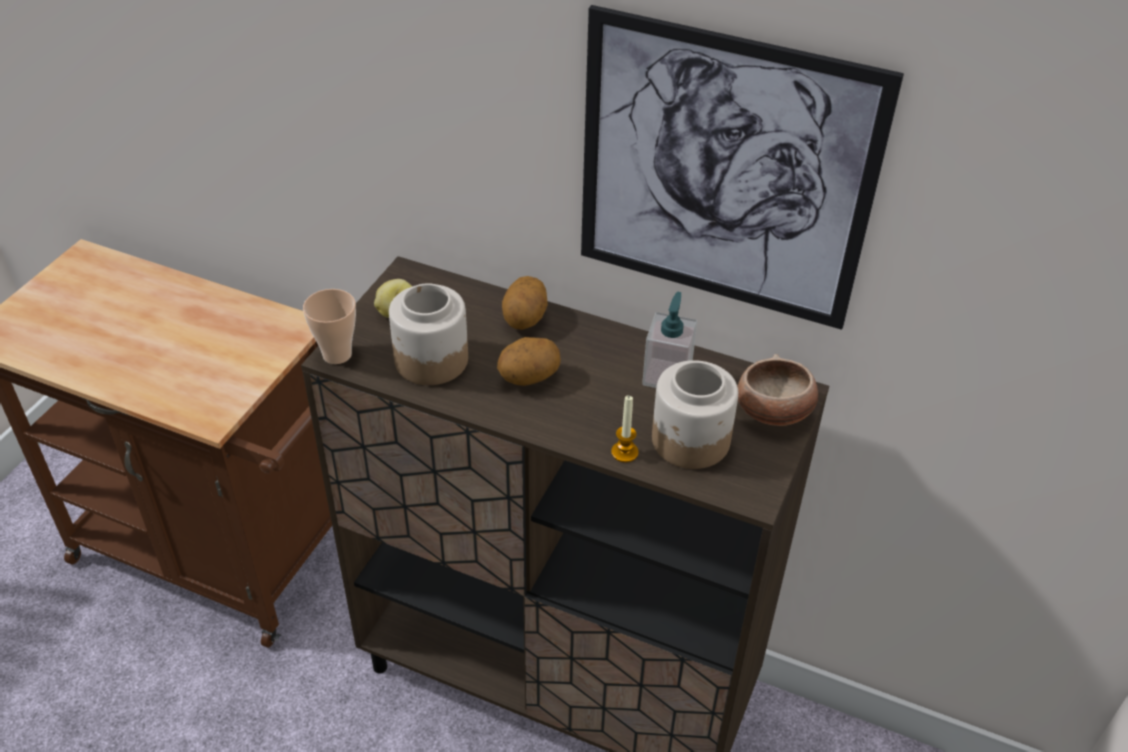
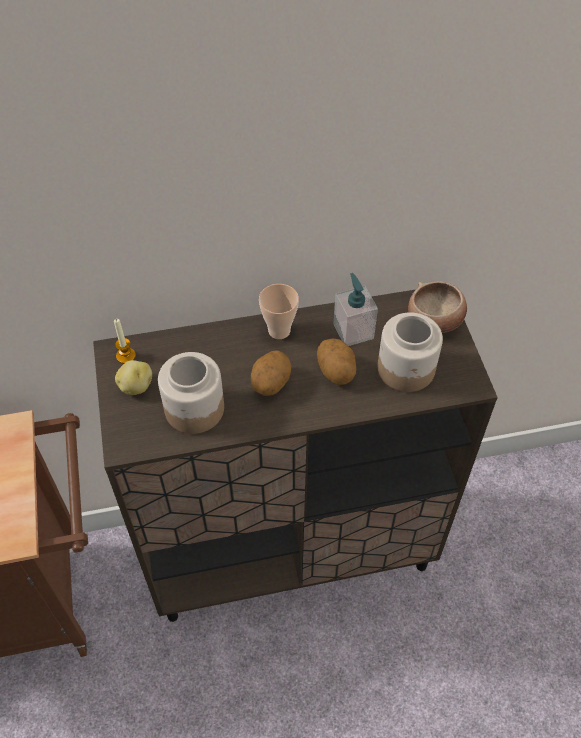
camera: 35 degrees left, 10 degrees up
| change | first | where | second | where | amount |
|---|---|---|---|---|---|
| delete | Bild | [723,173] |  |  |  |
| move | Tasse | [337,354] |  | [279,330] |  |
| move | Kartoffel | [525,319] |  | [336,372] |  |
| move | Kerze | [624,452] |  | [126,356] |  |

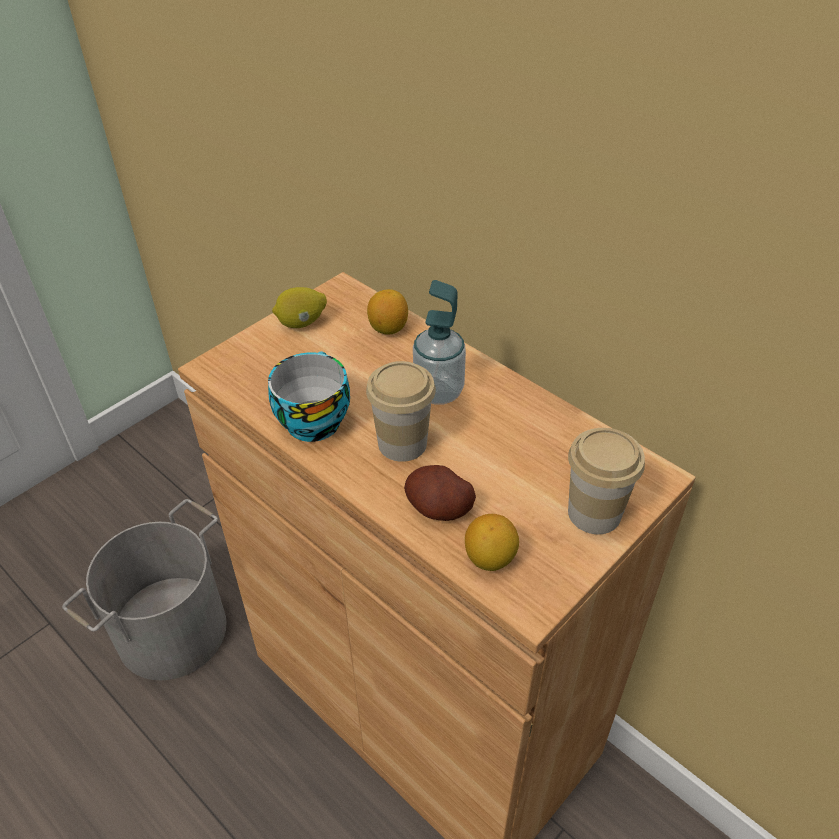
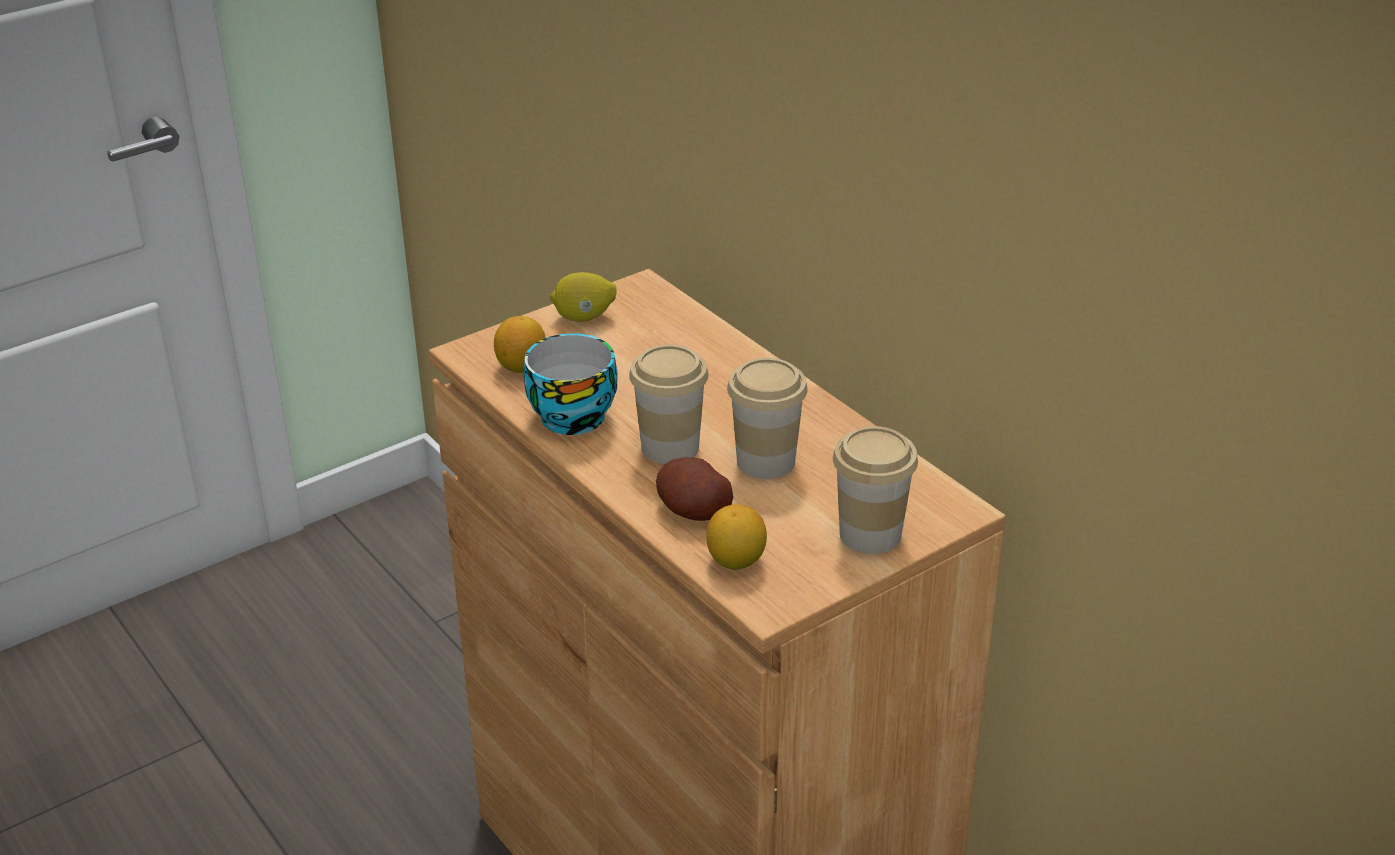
camera: 10 degrees right, 10 degrees down
| change | first | where | second | where | amount |
|---|---|---|---|---|---|
| delete | Eimer [grau] | [170,630] |  |  |  |
| delete | Seifenspender | [438,392] |  |  |  |
| insert |  |  | Tasse | [765,461] |  |
| move | Zitrone | [388,328] |  | [521,366] |  |

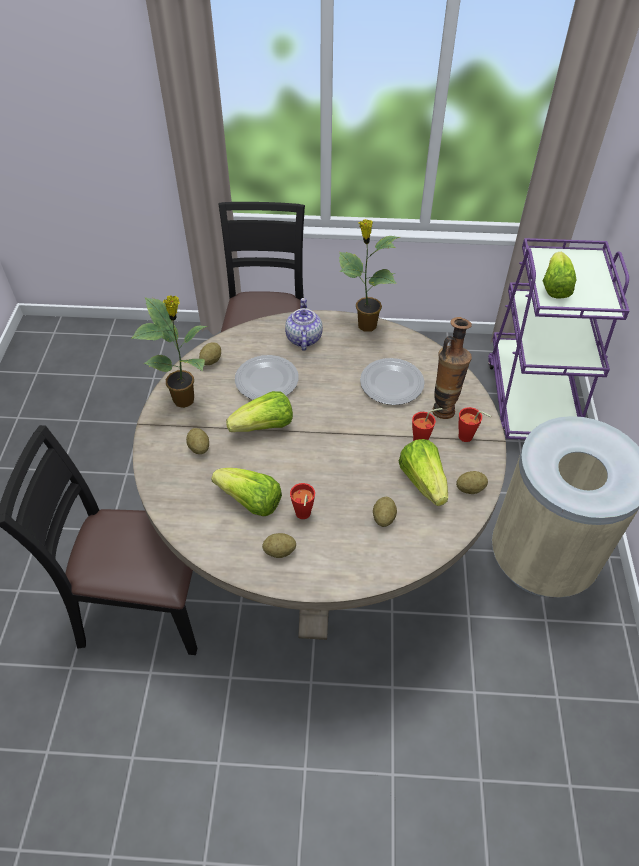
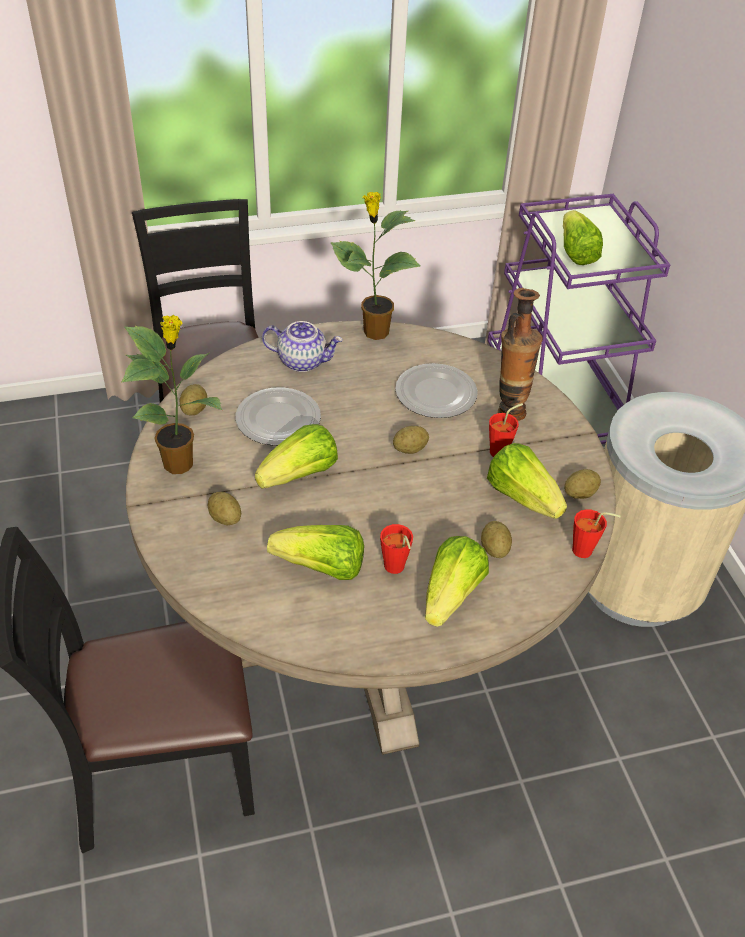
camera: 20 degrees left, 5 degrees down
| change | first | where | second | where | amount |
|---|---|---|---|---|---|
| insert |  |  | Salatkopf | [451,595] |  |
| move | Kartoffel | [279,551] |  | [410,449] |  |
| move | Tasse [rot] | [468,438] |  | [586,551] |  |
| rotate | Teekanne | [303,338] |  | [303,361] | 120 degrees clockwise |

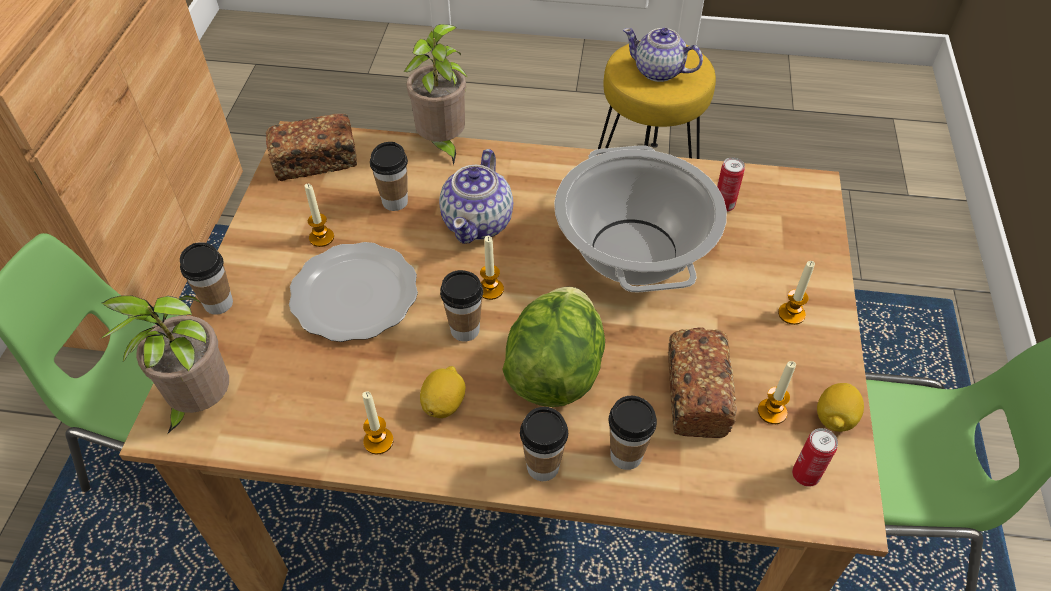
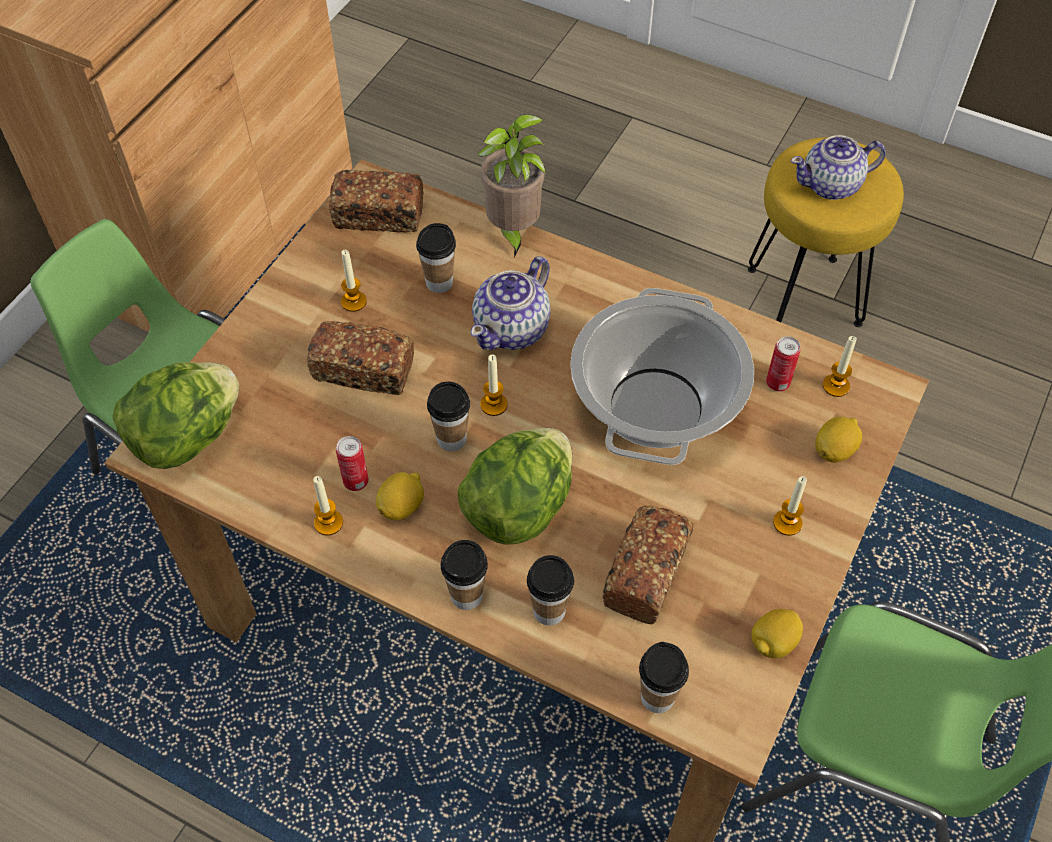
camera: 20 degrees right, 5 degrees up
| change | first | where | second | where | amount |
|---|---|---|---|---|---|
| insert |  |  | Zitrone | [834,450] |  |
| move | Tasse | [218,303] |  | [657,697] |  |
| move | Kerze | [772,412] |  | [836,386] |  |
| move | Dose | [805,475] |  | [356,481] |  |
| replace | Topfpflanze | [200,404] | Salatkopf | [186,437] |  |
| replace | Teller | [356,293] | Brot | [364,370] |  |
| rotate | Teekanne | [659,72] |  | [831,185] | 60 degrees counterclockwise |

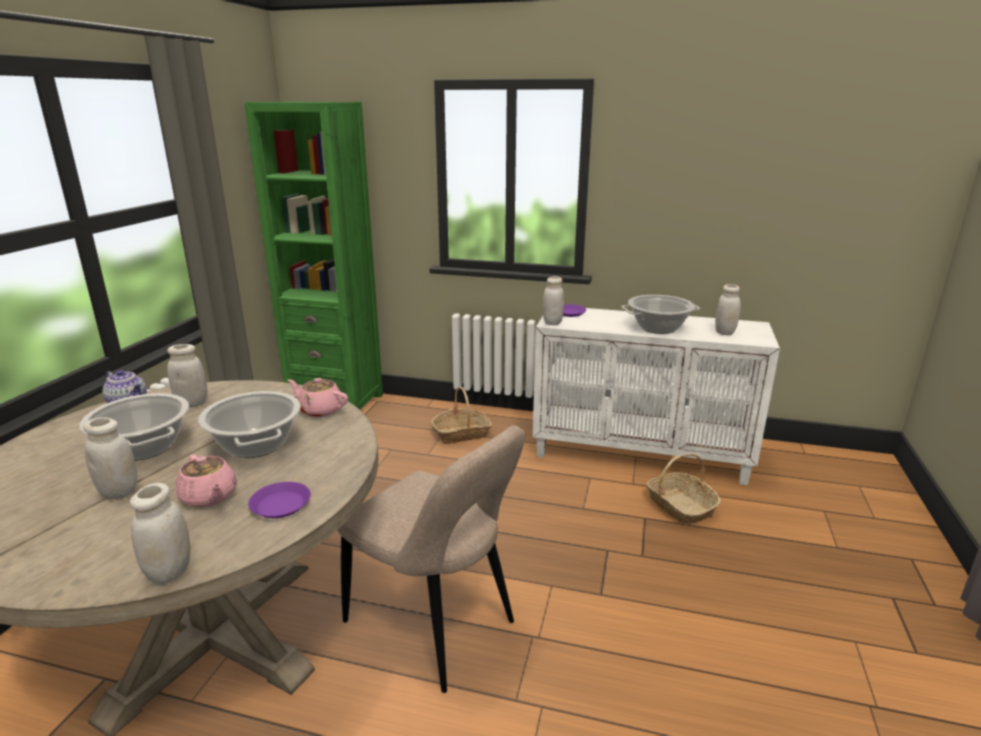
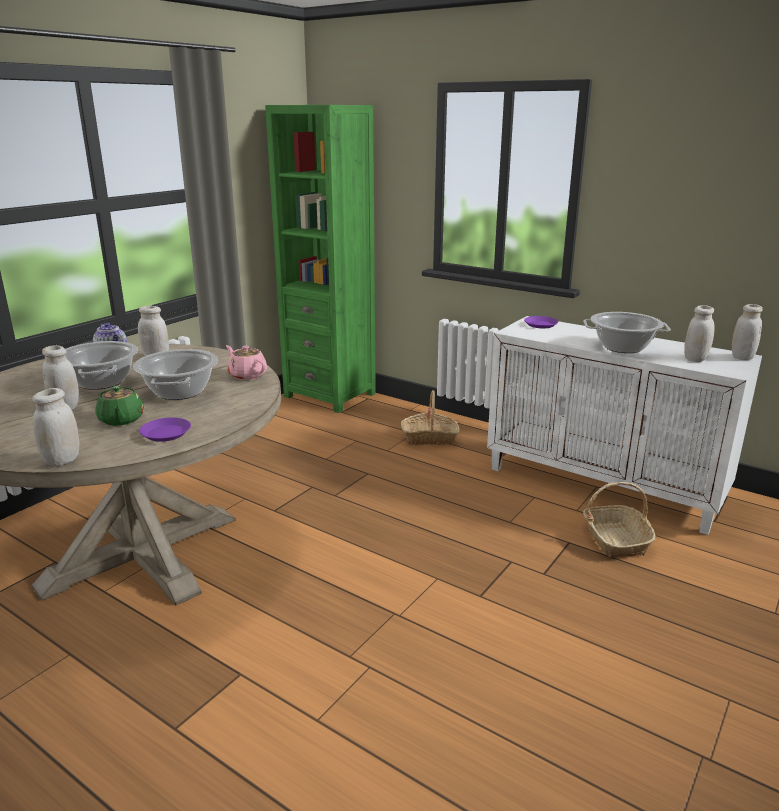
camera: 20 degrees right, 0 degrees up
| change | first | where | second | where | amount |
|---|---|---|---|---|---|
| delete | Stuhl [beige] | [435,626] |  |  |  |
| move | Vorratsglas [weiß] | [552,322] |  | [742,357] |  |
| recolor | Teekanne [rosa] | [209,497] | Teekanne [grün] | [121,420] |  |

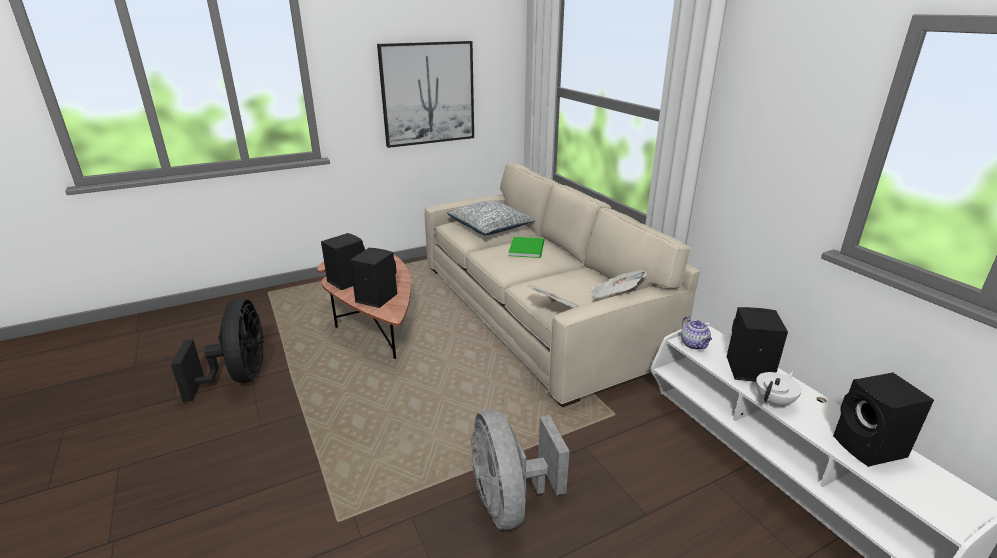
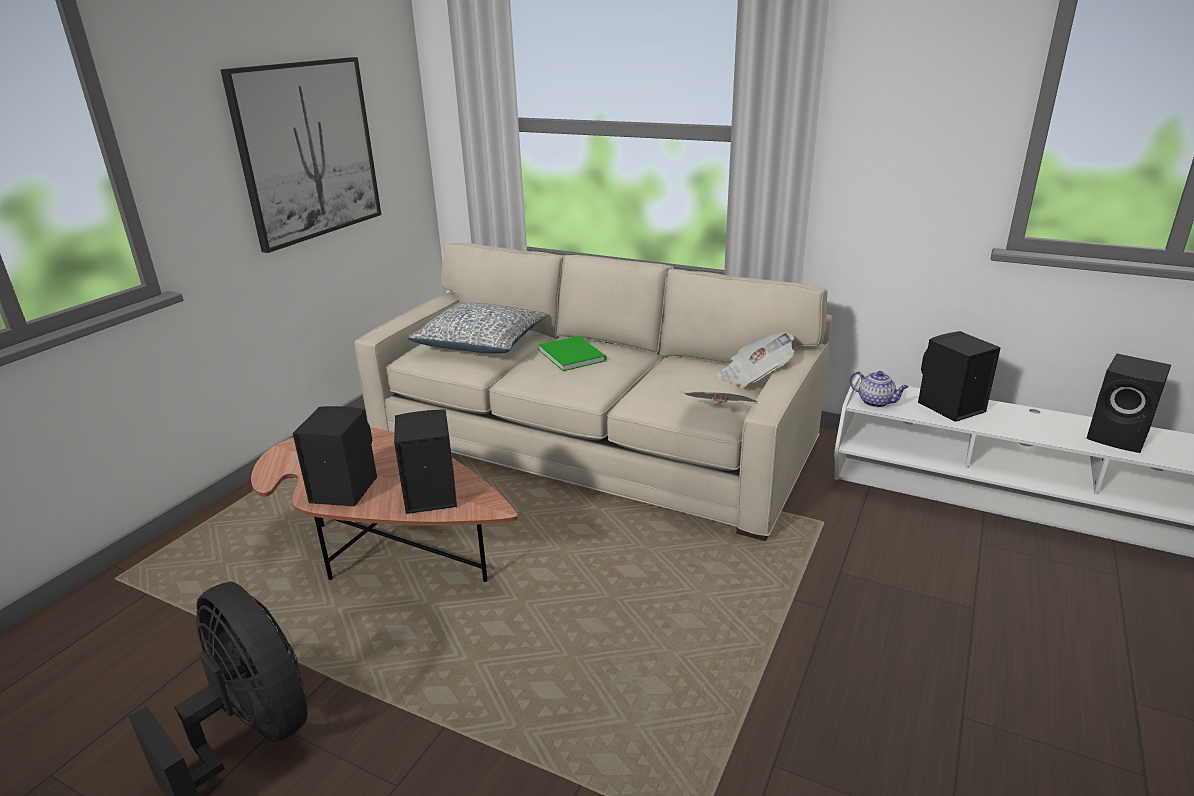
camera: 35 degrees left, 0 degrees up
| change | first | where | second | where | amount |
|---|---|---|---|---|---|
| delete | Ventilator [grau] | [510,501] |  |  |  |
| delete | Teekanne [weiß] | [774,401] |  |  |  |

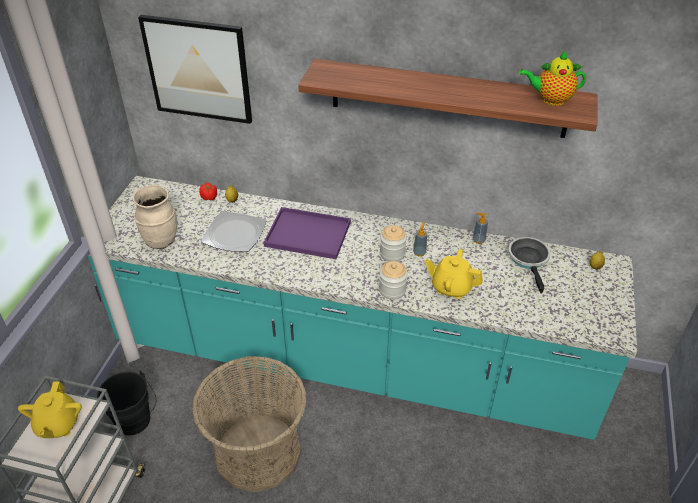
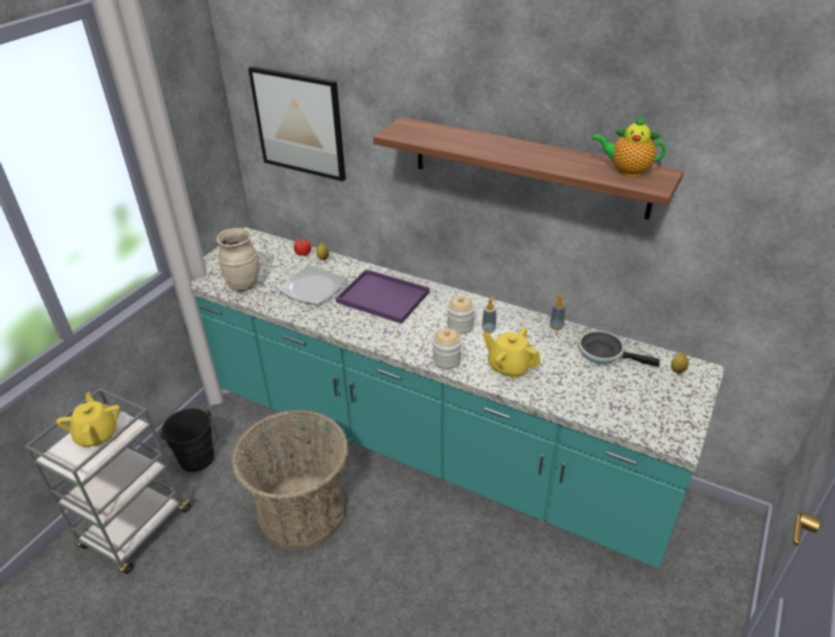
camera: 15 degrees right, 5 degrees down
| change | first | where | second | where | amount |
|---|---|---|---|---|---|
| rotate | Teekanne [gelb] | [58,424] |  | [97,435] | 150 degrees clockwise |
| rotate | Pfanne | [529,260] |  | [604,353] | 75 degrees counterclockwise |

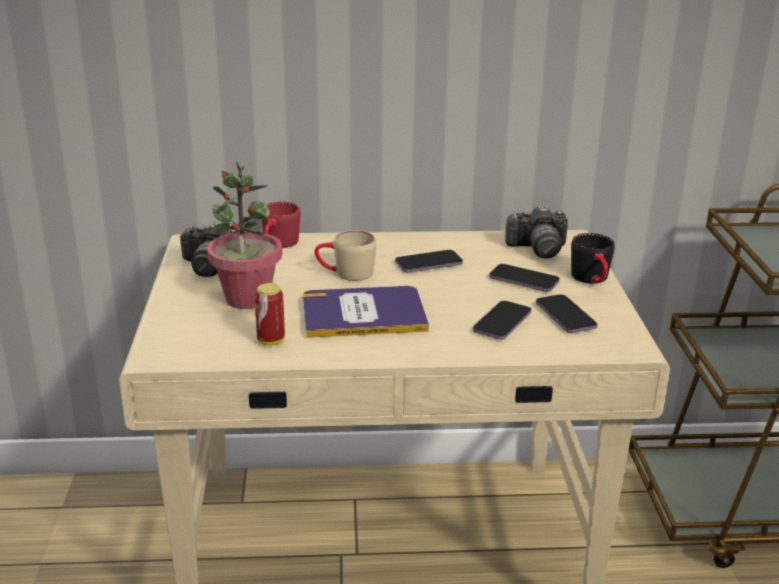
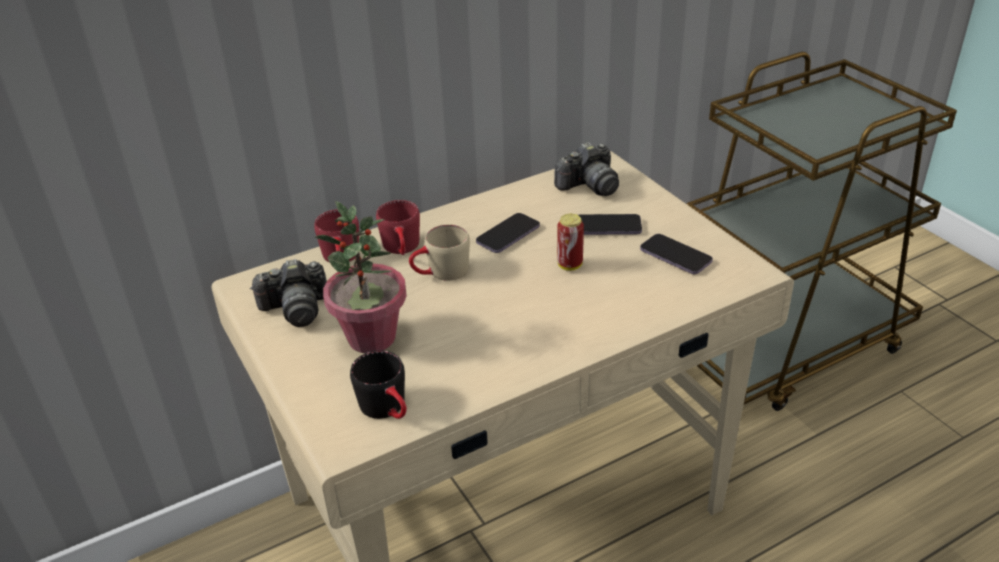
camera: 25 degrees left, 10 degrees up
| change | first | where | second | where | amount |
|---|---|---|---|---|---|
| delete | Buch | [363,313] |  |  |  |
| delete | Handy | [502,322] |  |  |  |
| insert |  |  | Henkelbecher [rot] | [402,249] |  |
| move | Dose | [271,341] |  | [570,265] |  |
| move | Henkelbecher [schwarz] | [593,280] |  | [388,409] |  |

